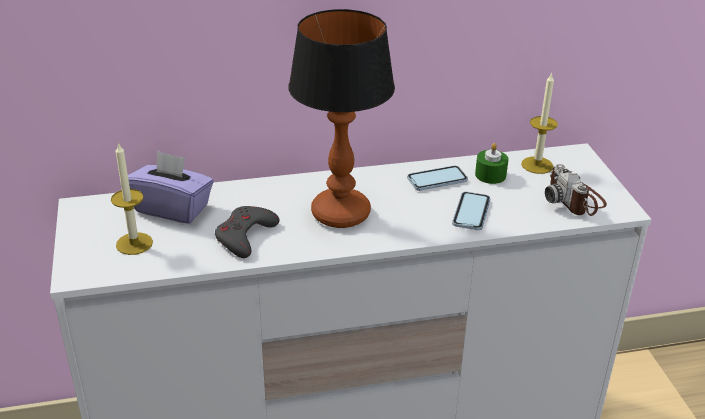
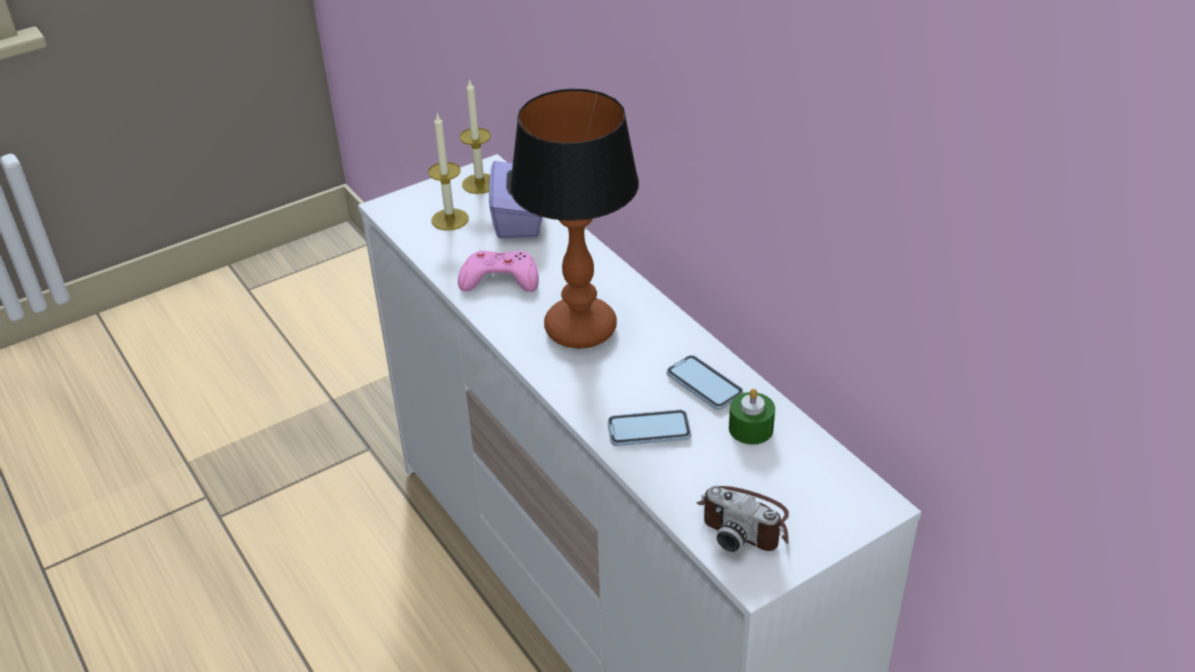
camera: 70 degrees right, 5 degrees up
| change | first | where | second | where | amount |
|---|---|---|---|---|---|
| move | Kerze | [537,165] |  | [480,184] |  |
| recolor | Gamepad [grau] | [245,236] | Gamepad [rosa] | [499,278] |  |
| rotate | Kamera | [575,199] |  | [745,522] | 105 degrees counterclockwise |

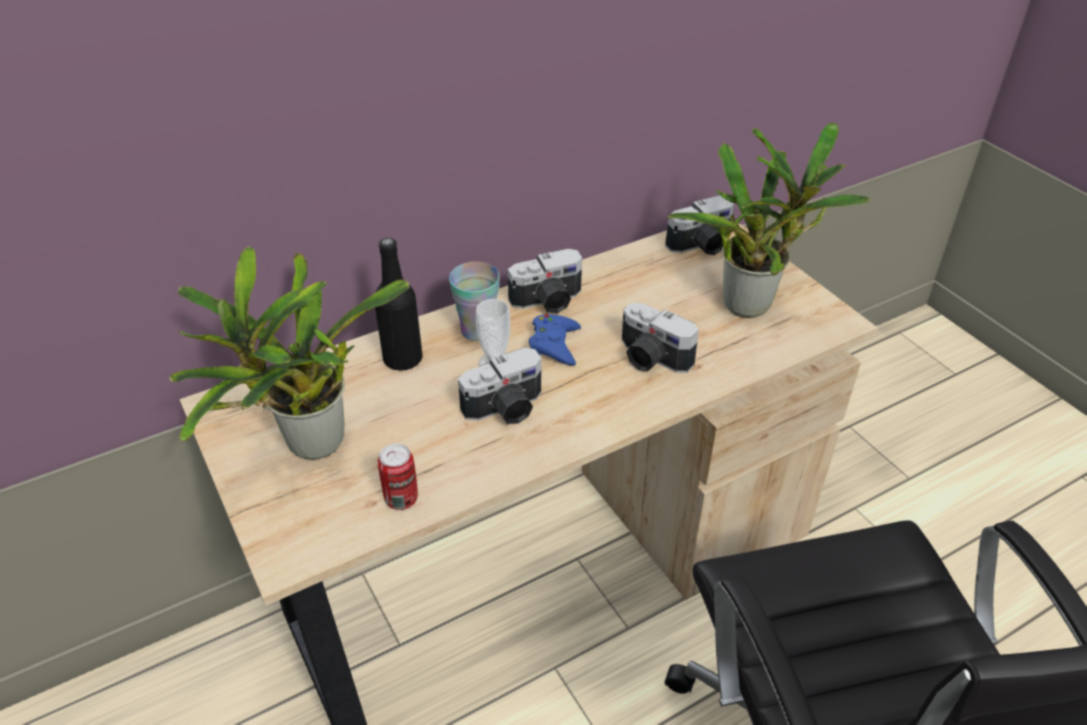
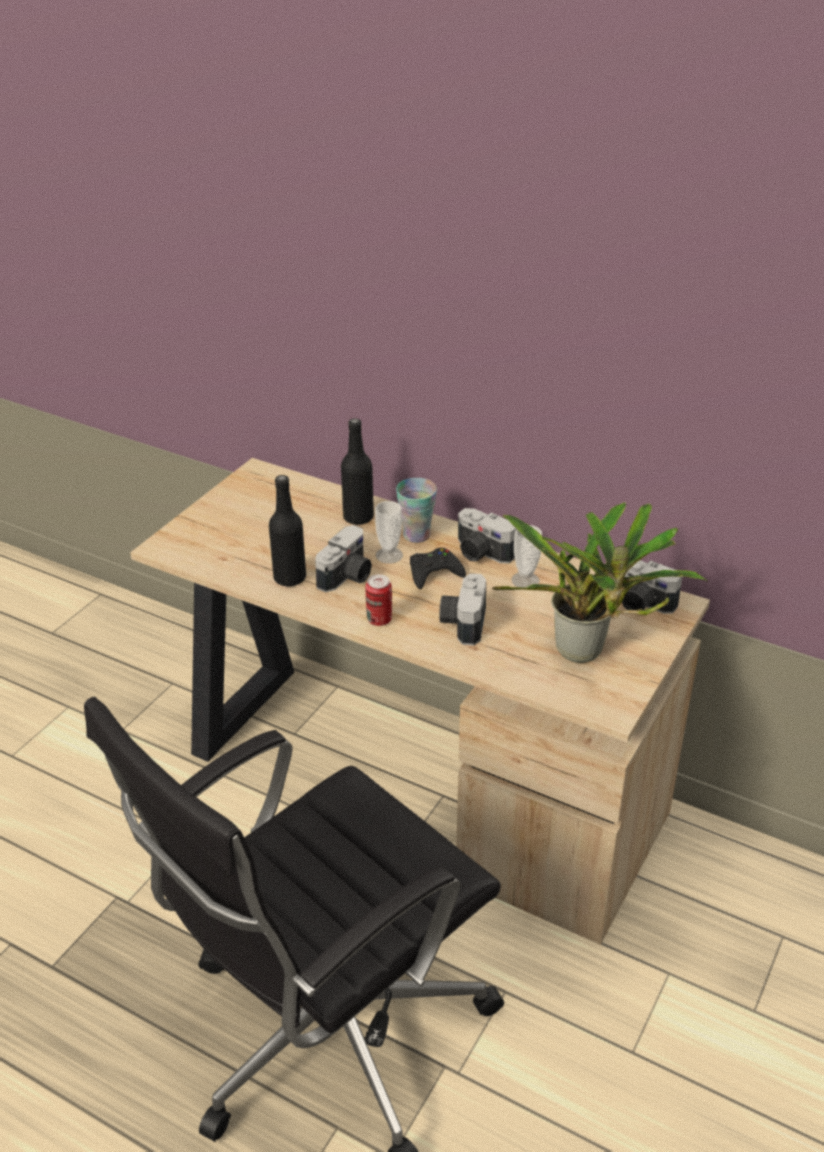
camera: 60 degrees right, 5 degrees down
| change | first | where | second | where | amount |
|---|---|---|---|---|---|
| delete | Topfpflanze | [308,447] |  |  |  |
| insert |  |  | Flasche [schwarz] | [290,578] |  |
| insert |  |  | Tasse | [525,580] |  |
| move | Dose | [401,499] |  | [379,620] |  |
| recolor | Gamepad [blau] | [554,344] | Gamepad [schwarz] | [434,573] |  |
| rotate | Kamera | [506,409] |  | [348,577] | 90 degrees counterclockwise |

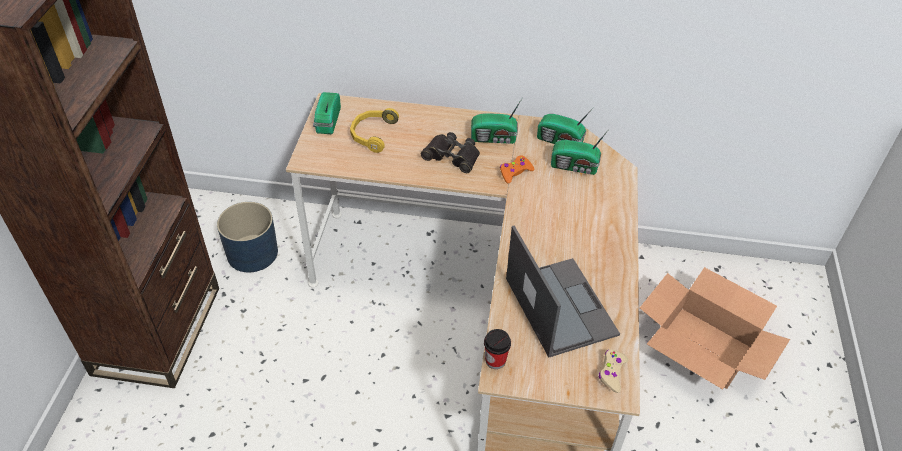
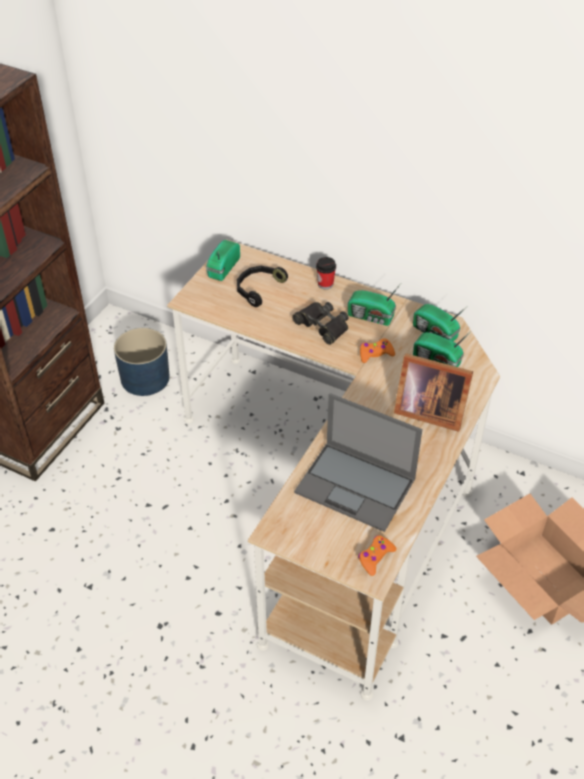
camera: 20 degrees right, 0 degrees up
| change | first | where | second | where | amount |
|---|---|---|---|---|---|
| insert |  |  | Bilderrahmen | [427,410] |  |
| move | Tasse | [495,360] |  | [325,284] |  |
| recolor | Kopfhörer [gelb] | [372,134] | Kopfhörer [schwarz] | [258,289] |  |
| recolor | Gamepad [beige] | [612,373] | Gamepad [orange] | [375,557] |  |
| rotate | Laptop | [559,305] |  | [356,486] | 120 degrees clockwise |

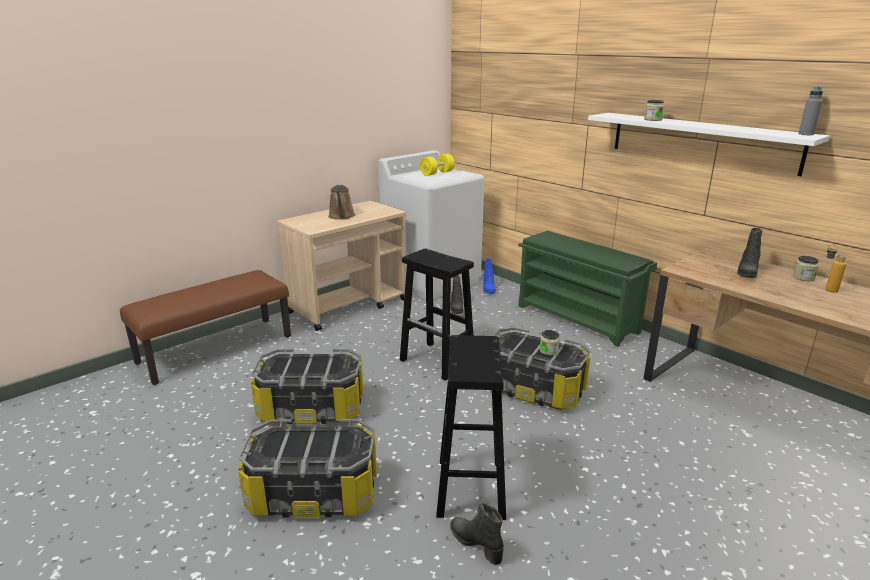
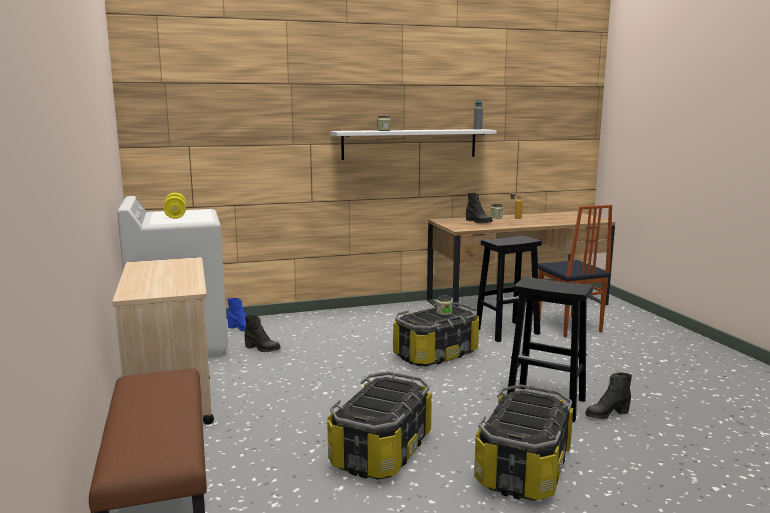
camera: 65 degrees left, 10 degrees down
| change | first | where | second | where | amount |
|---|---|---|---|---|---|
| delete | Gießkanne [braun] | [341,216] |  |  |  |
| delete | Schuhregal [grün] | [578,319] |  |  |  |
| insert |  |  | Stuhl | [568,327] |  |
| move | Hocker [schwarz] | [438,361] |  | [507,331] |  |

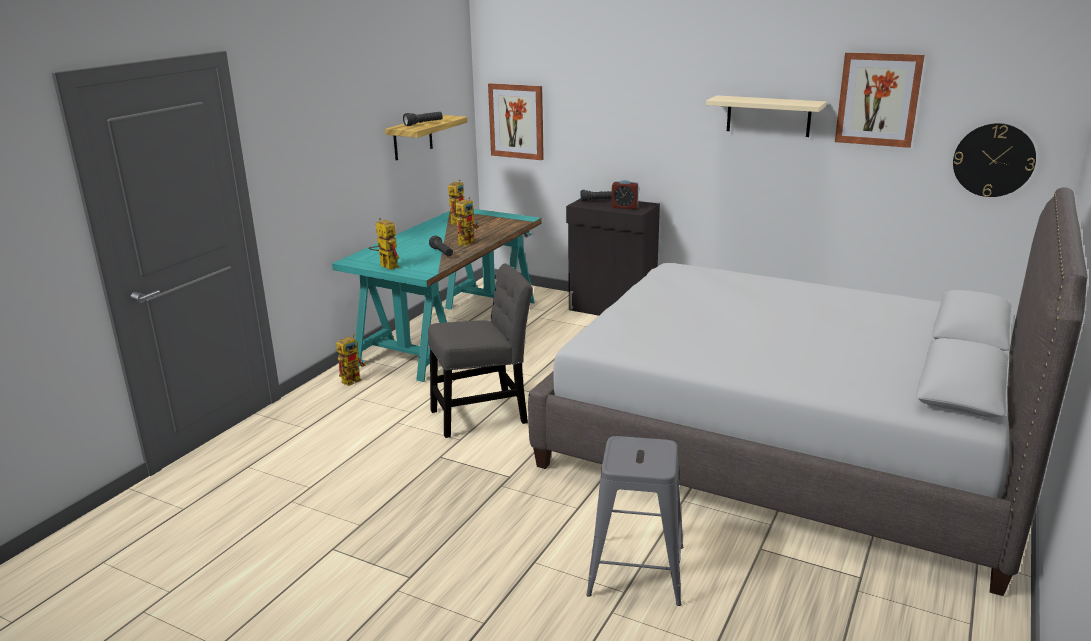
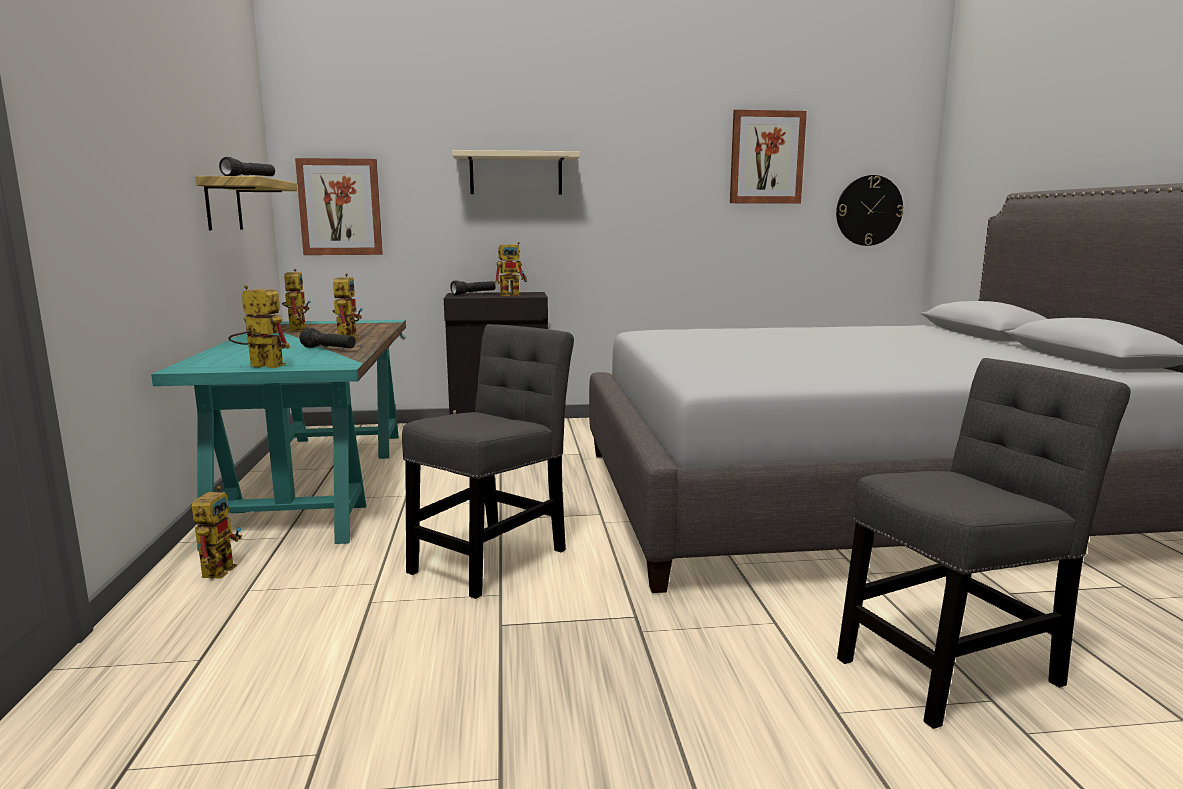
camera: 35 degrees left, 10 degrees down
| change | first | where | second | where | amount |
|---|---|---|---|---|---|
| move | Wandregal [beige] | [768,116] |  | [516,174] |  |
| replace | Hocker [grau] | [636,570] | Stuhl [grau] | [955,667] |  |
| replace | Wecker | [624,207] | Spielzeugroboter | [514,295] |  |

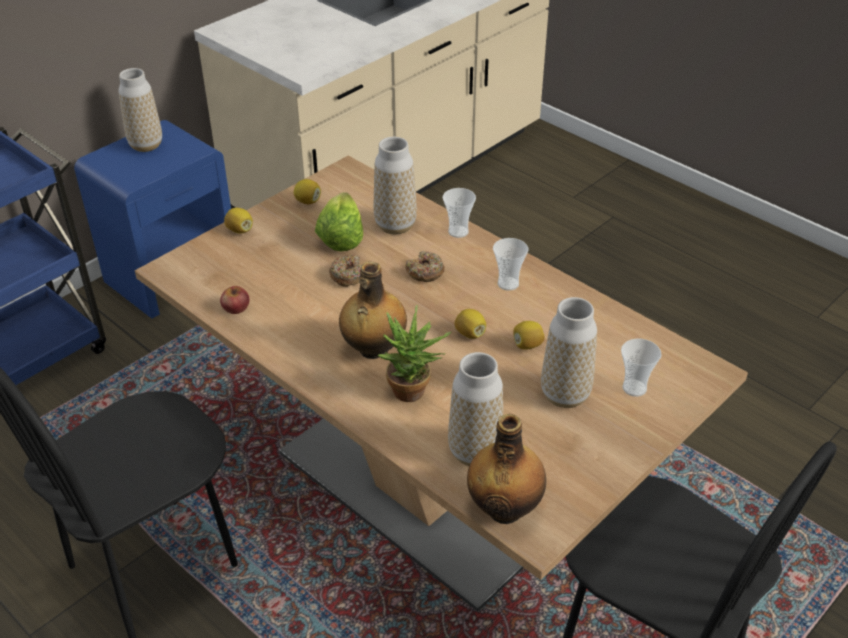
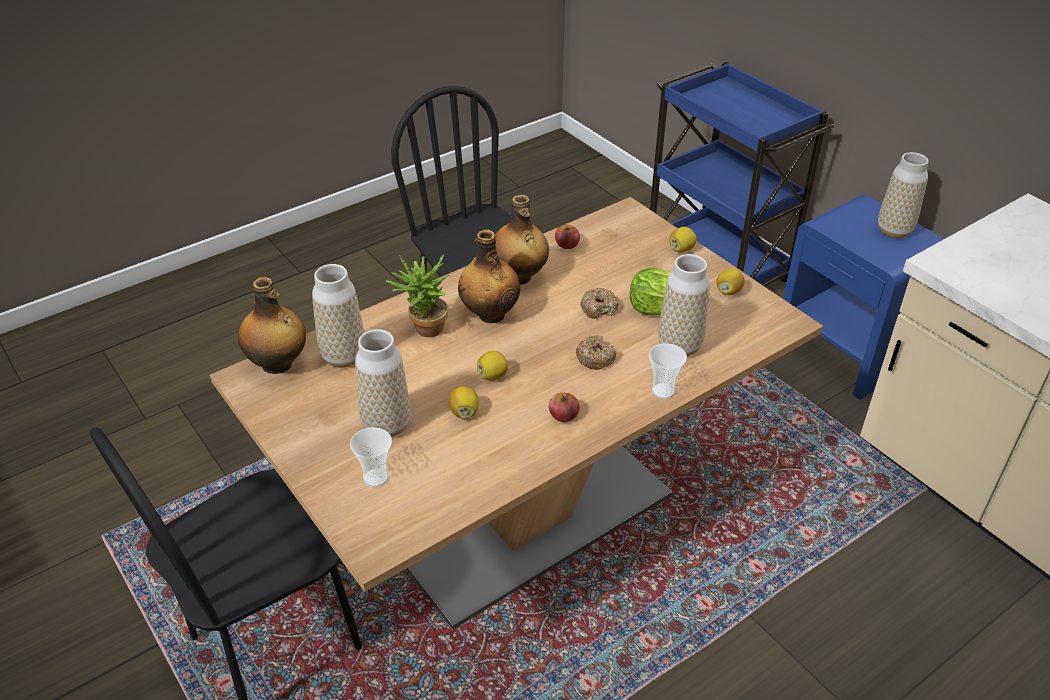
camera: 100 degrees right, 0 degrees up
| change | first | where | second | where | amount |
|---|---|---|---|---|---|
| insert |  |  | Flasche | [519,277] |  |
| replace | Tasse | [508,284] | Apfel | [563,415] |  |

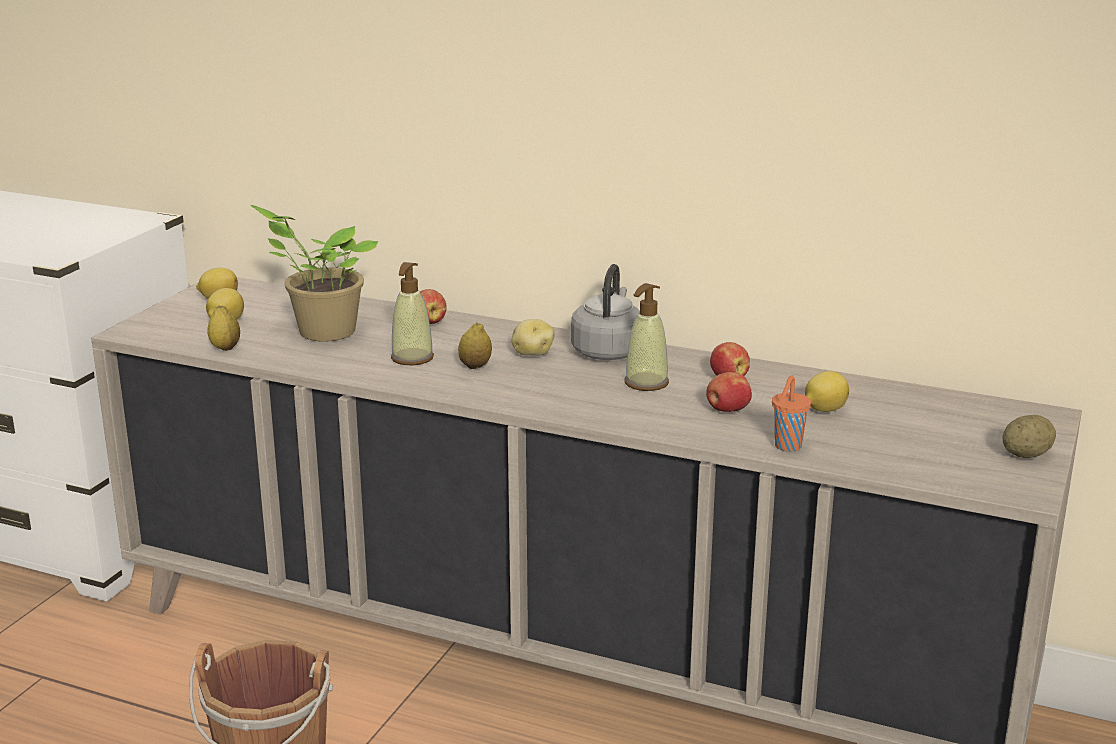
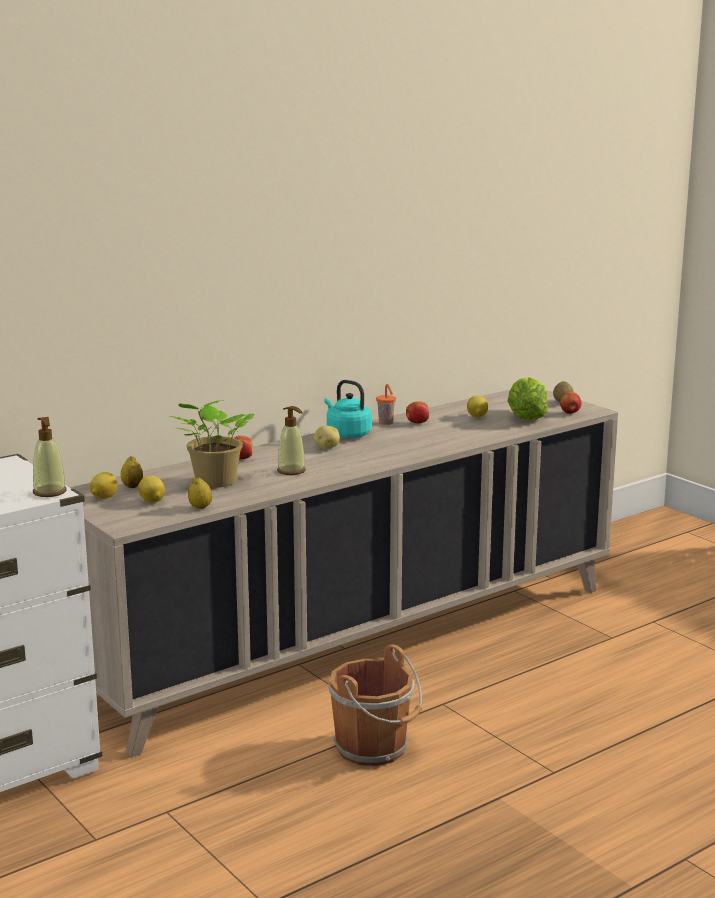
camera: 60 degrees left, 5 degrees down
| change | first | where | second | where | amount |
|---|---|---|---|---|---|
| insert |  |  | Salatkopf | [526,418] |  |
| move | Zitrone | [475,366] |  | [132,486] |  |
| move | Seifenspender | [646,383] |  | [49,492] |  |
| move | Apfel | [727,410] |  | [570,413] |  |
| move | Tasse [orange] | [787,447] |  | [386,423] |  |
| recolor | Wasserkessel [grau] | [608,351] | Wasserkessel [türkis] | [347,434] |  |

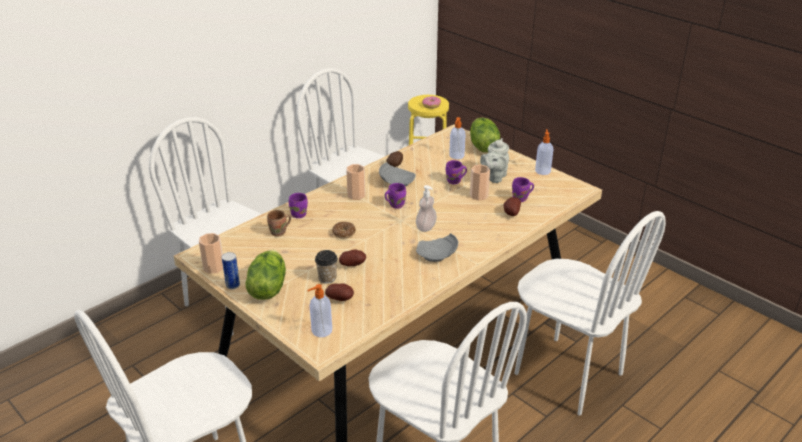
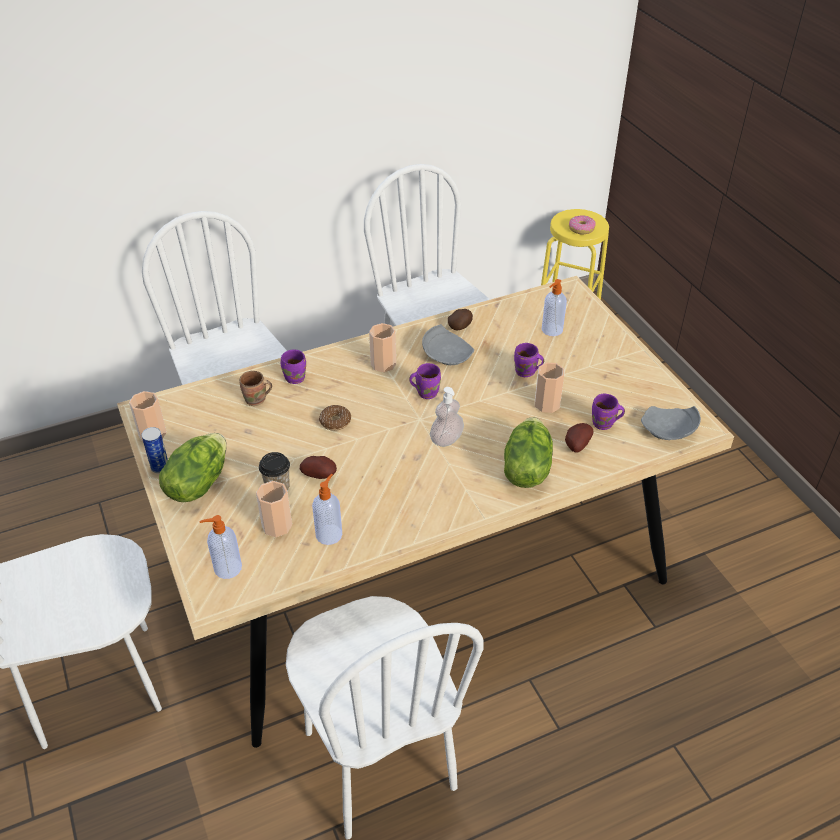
camera: 20 degrees right, 10 degrees up
| change | first | where | second | where | amount |
|---|---|---|---|---|---|
| delete | Teekanne [grau] | [493,177] |  |  |  |
| delete | Stuhl [weiß] | [568,374] |  |  |  |
| move | Teller [grau] | [437,255] |  | [669,431] |  |
| move | Salatkopf | [482,146] |  | [525,468] |  |
| move | Seifenspender | [542,171] |  | [329,534] |  |
| replace | Kartoffel | [341,299] | Tasse | [277,525] |  |

